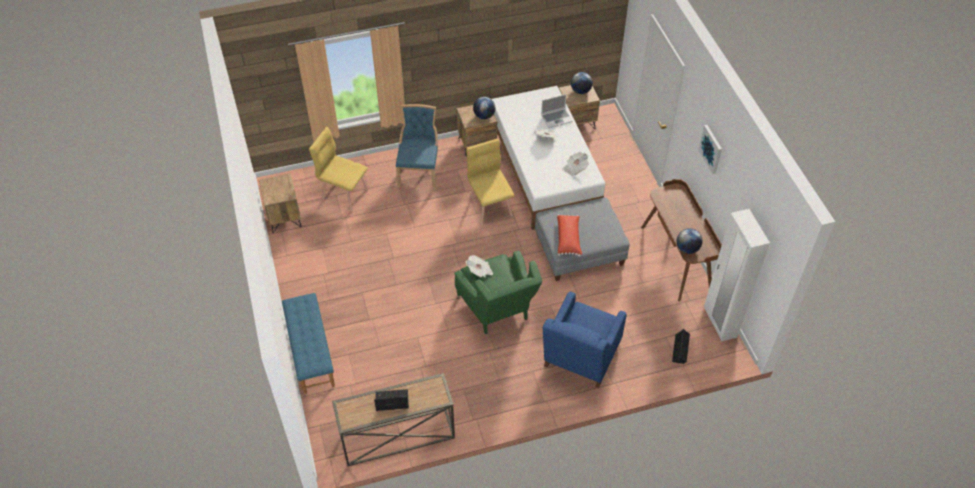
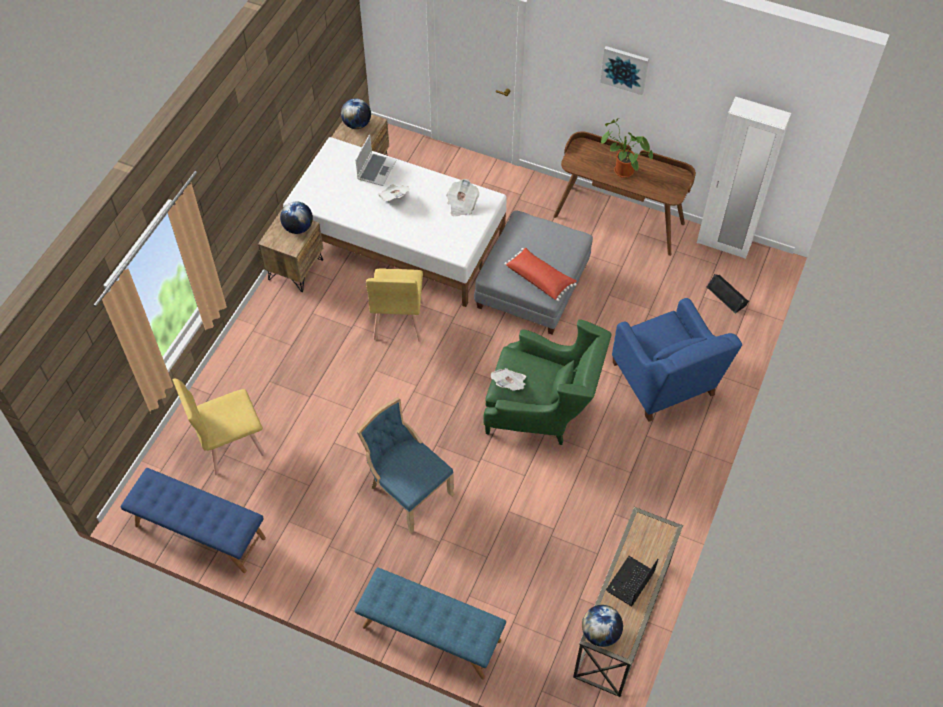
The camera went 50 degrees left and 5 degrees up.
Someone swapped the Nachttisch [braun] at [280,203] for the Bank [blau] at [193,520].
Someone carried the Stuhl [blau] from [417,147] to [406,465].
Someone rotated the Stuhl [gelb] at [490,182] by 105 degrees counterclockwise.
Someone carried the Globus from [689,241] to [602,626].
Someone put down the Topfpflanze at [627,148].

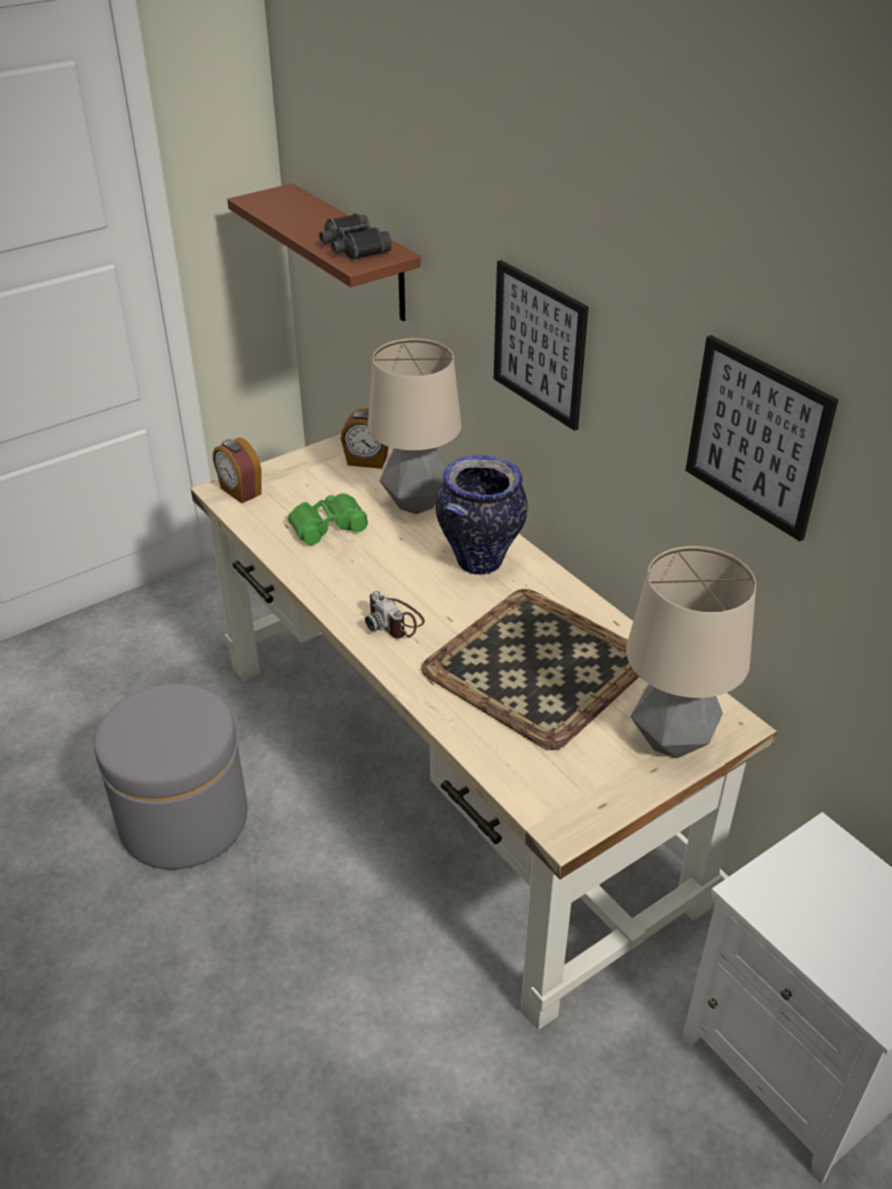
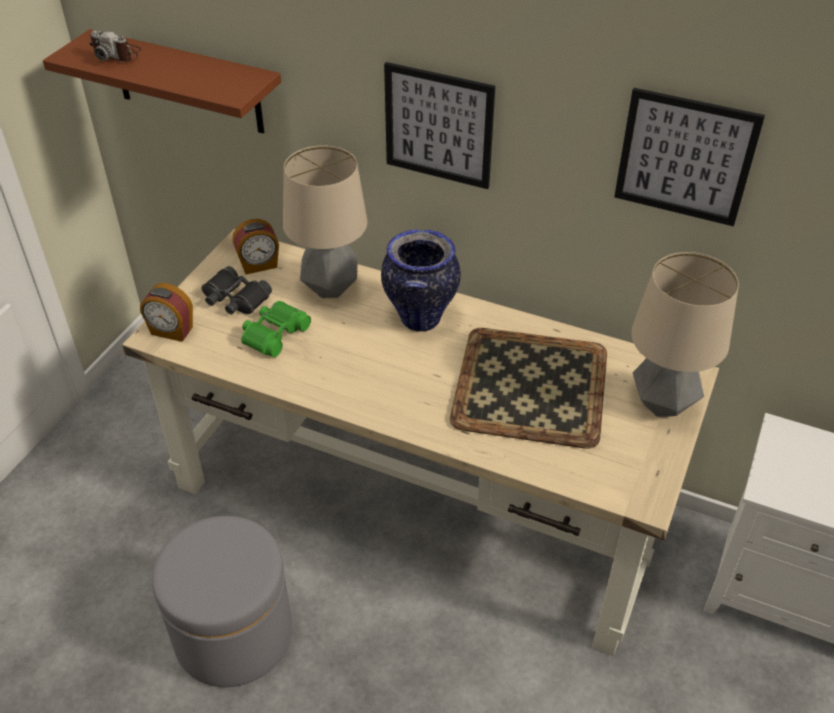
The camera went 30 degrees left and 5 degrees up.
Someone carried the Kamera from [395,614] to [116,46].
Someone carried the Fernglas [schwarz] from [355,236] to [236,290].

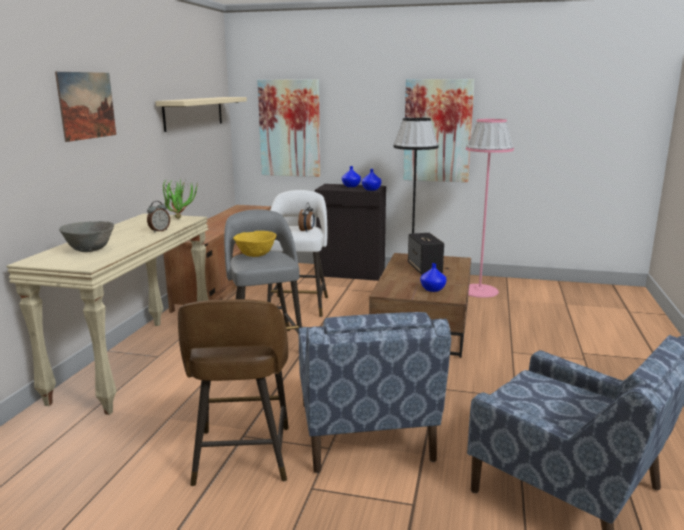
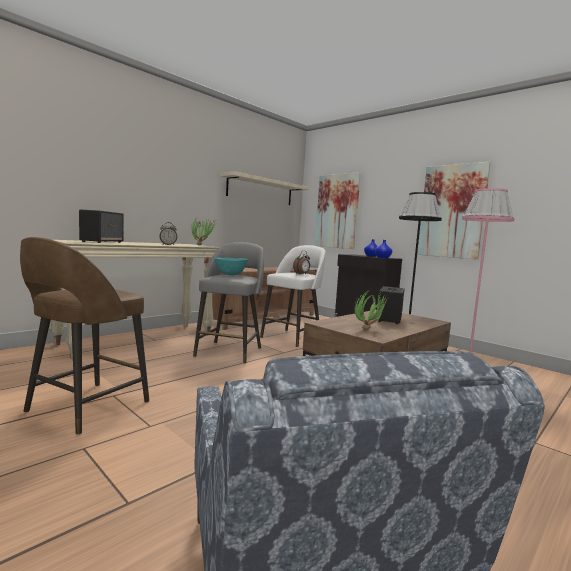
The camera went 30 degrees right and 10 degrees down.
Someone swapped the Schüssel [grau] at [86,236] for the Lautsprecher at [101,226].
Someone repainted the Schüssel [gelb] at [254,244], which became the Schüssel [türkis] at [231,266].
Someone swapped the Vase [blau] at [433,277] for the Topfpflanze at [372,310].
Someone took away the Bild at [85,107].
Someone took away the Sessel [blau] at [374,392].

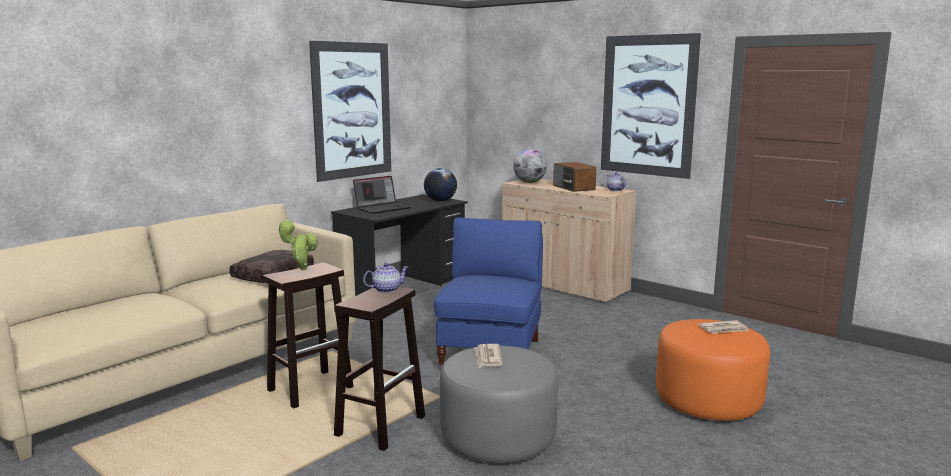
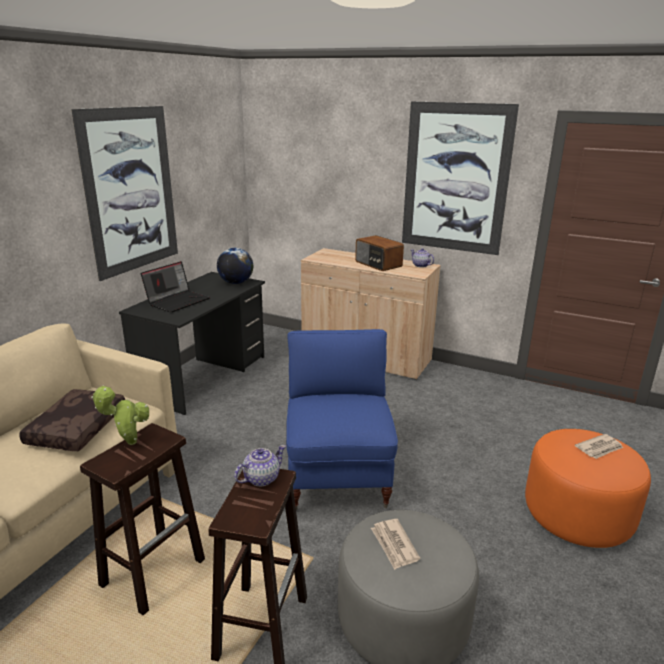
The camera went 15 degrees left and 10 degrees up.
Someone took away the Globus at [530,166].

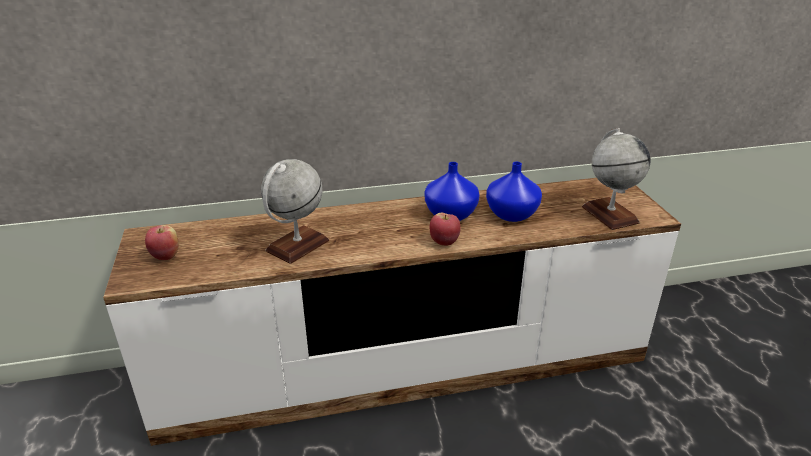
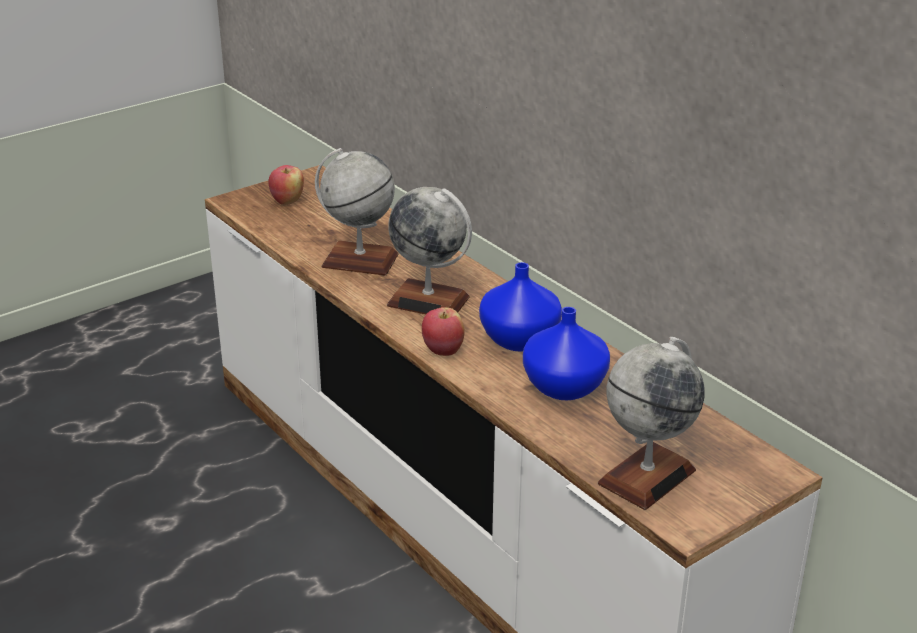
The camera went 65 degrees right and 0 degrees up.
Someone put down the Globus at [429,251].

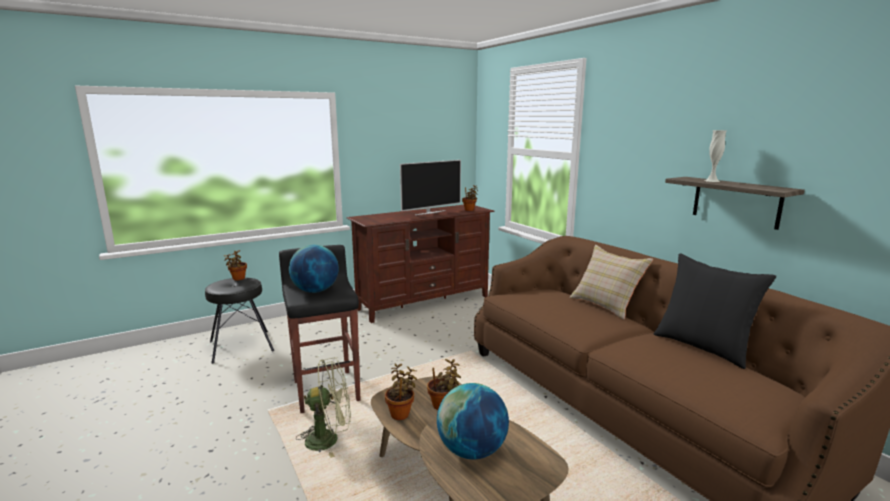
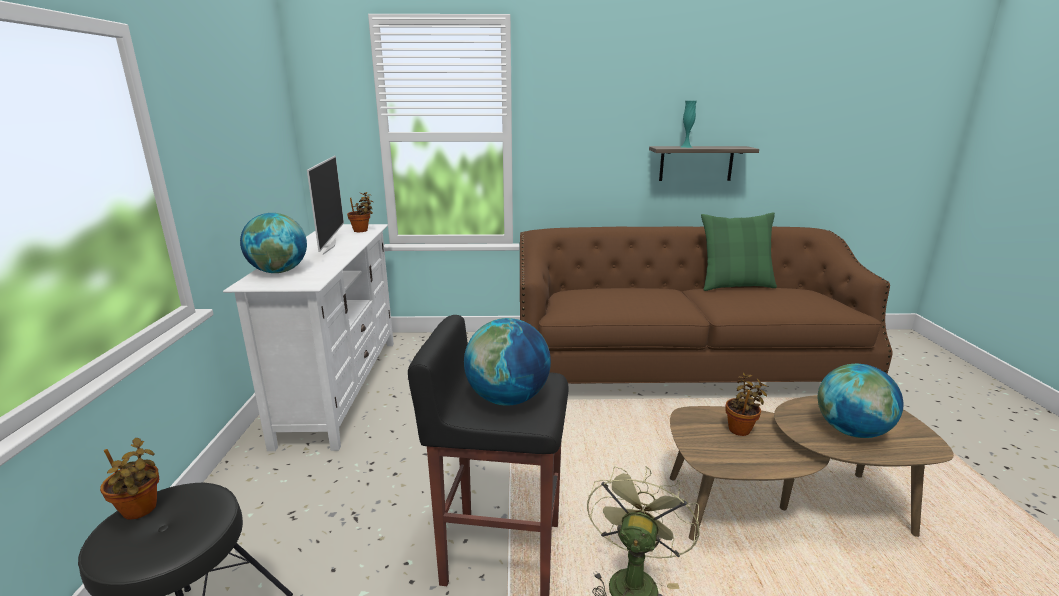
The camera went 60 degrees left and 5 degrees up.
Someone repainted the Fernsehschrank [braun] at [421,264], which became the Fernsehschrank [weiß] at [308,337].
Someone put down the Globus at [273,243].
Someone repainted the Vase [weiß] at [716,156], which became the Vase [türkis] at [689,124].
Someone repainted the Kissen [schwarz] at [715,311], which became the Kissen [grün] at [739,251].
Someone took away the Topfpflanze at [401,392].
Someone took away the Kissen [beige] at [611,282].

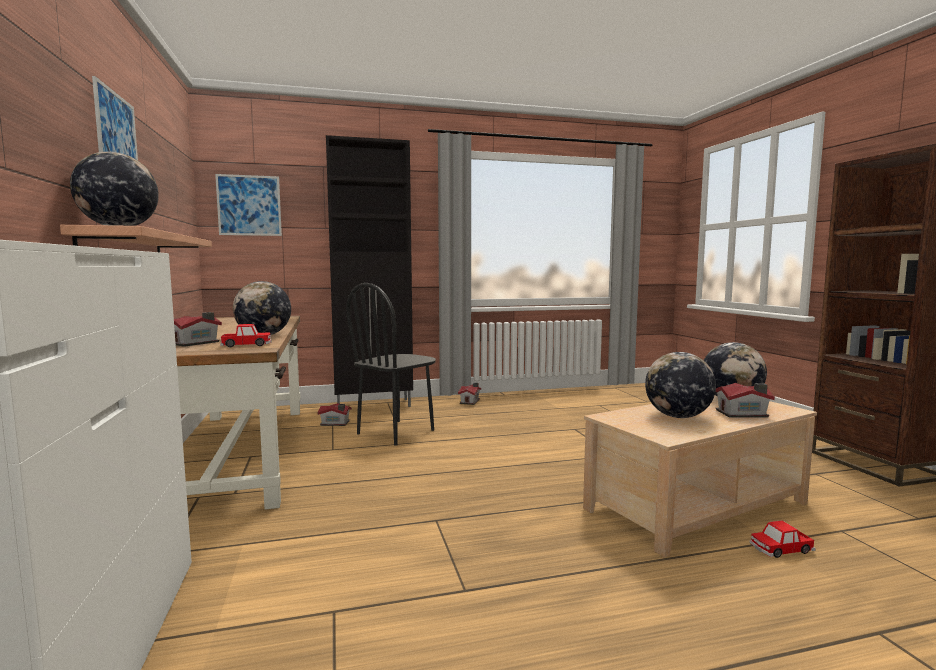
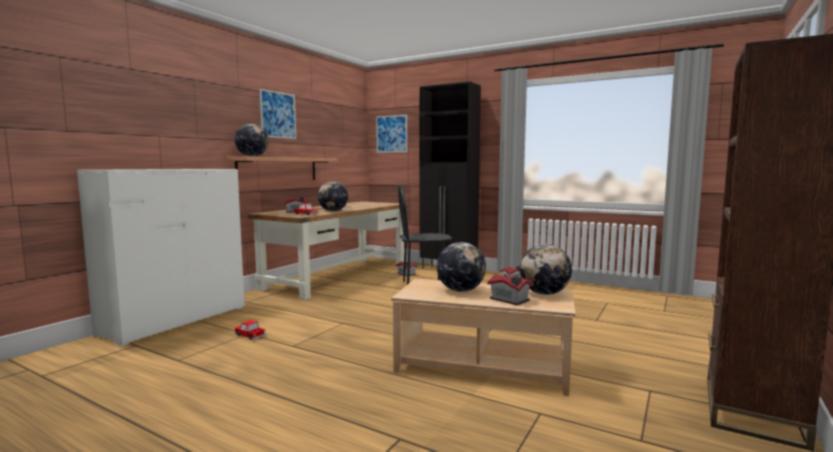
The camera went 45 degrees right and 0 degrees up.
Someone carried the Spielzeugauto from [783,539] to [250,330].

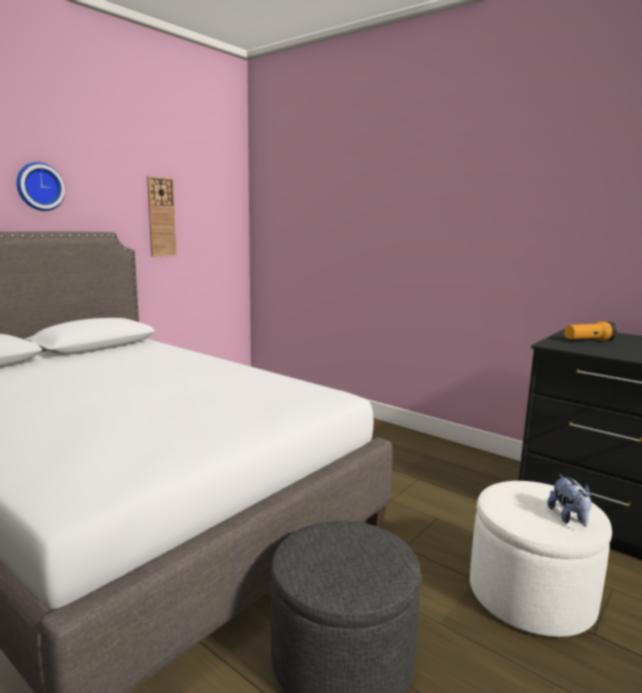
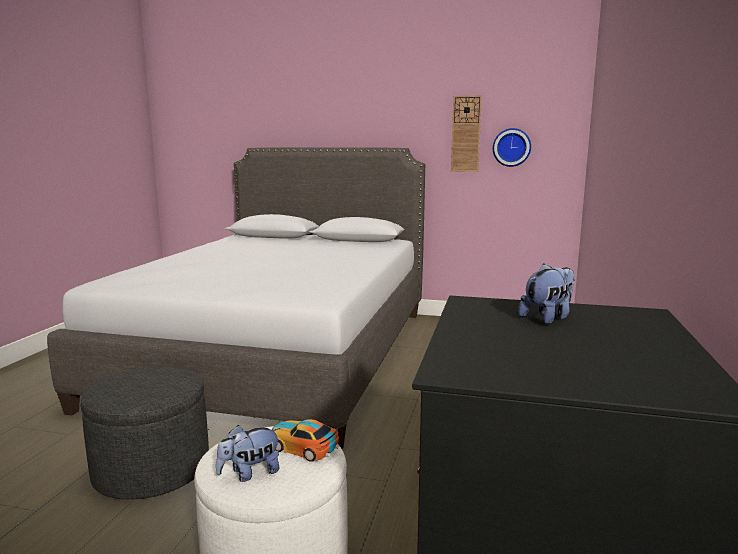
The camera went 65 degrees right and 0 degrees up.
Someone put down the Spielzeugauto at [305,440].
Someone carried the Wanduhr from [41,186] to [512,147].
Someone swapped the Taschenlampe at [590,331] for the Plüschtier at [546,293].

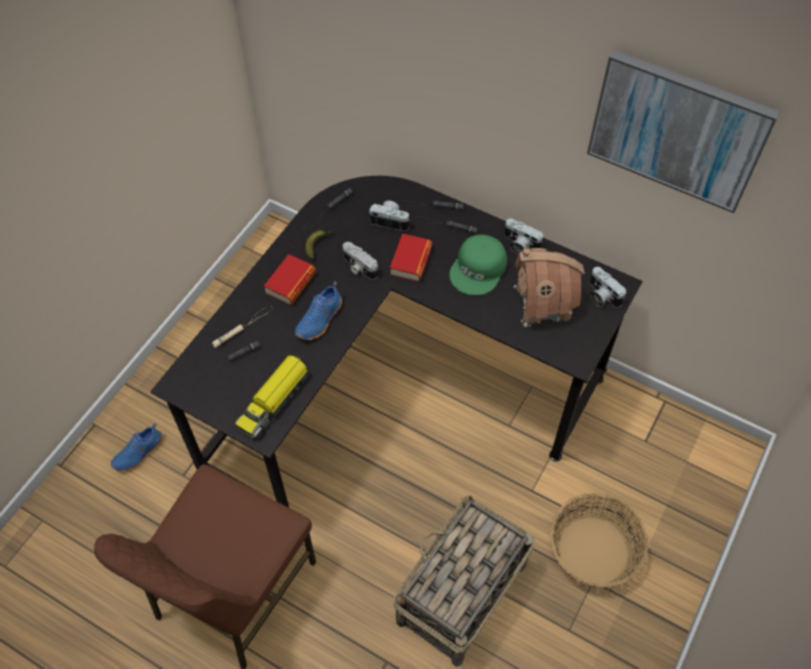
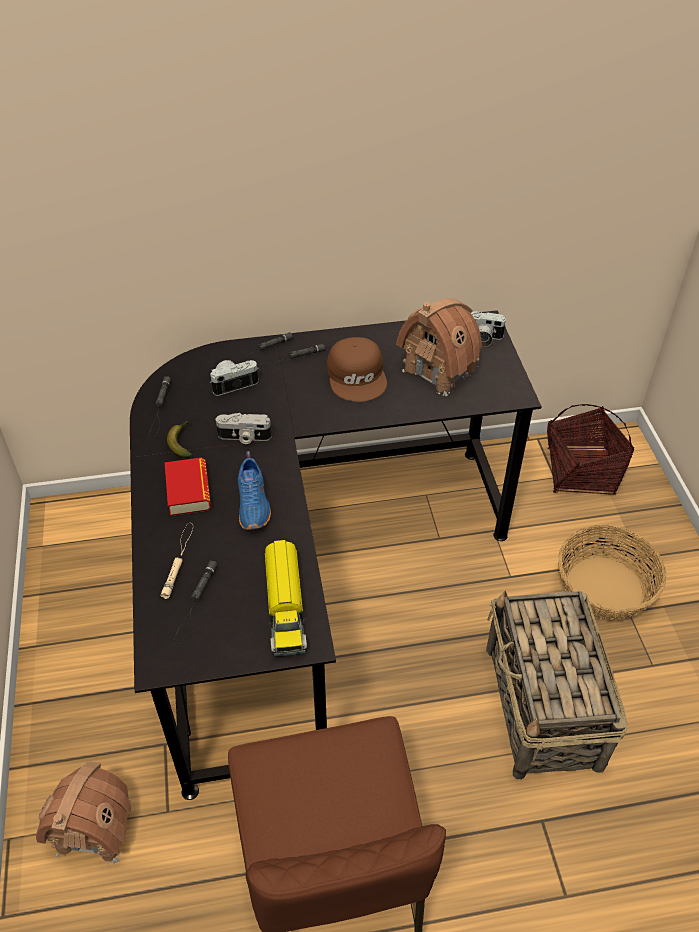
The camera went 40 degrees left and 10 degrees down.
Someone swapped the Schuh [blau] at [137,447] for the Spielzeughaus at [84,813].
Someone repainted the Kappe [grün] at [478,265], which became the Kappe [braun] at [357,369].
Someone put down the Korb at [590,449].
Someone took away the Buch at [411,257].
Someone took away the Kamera at [523,236].
Someone took away the Bild at [683,131].

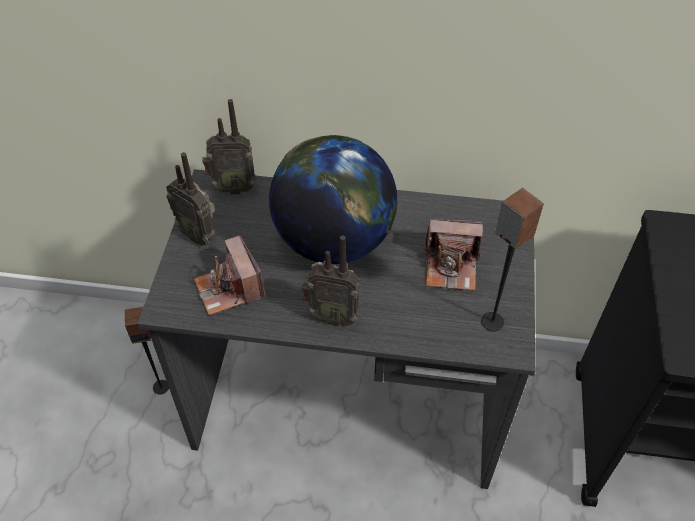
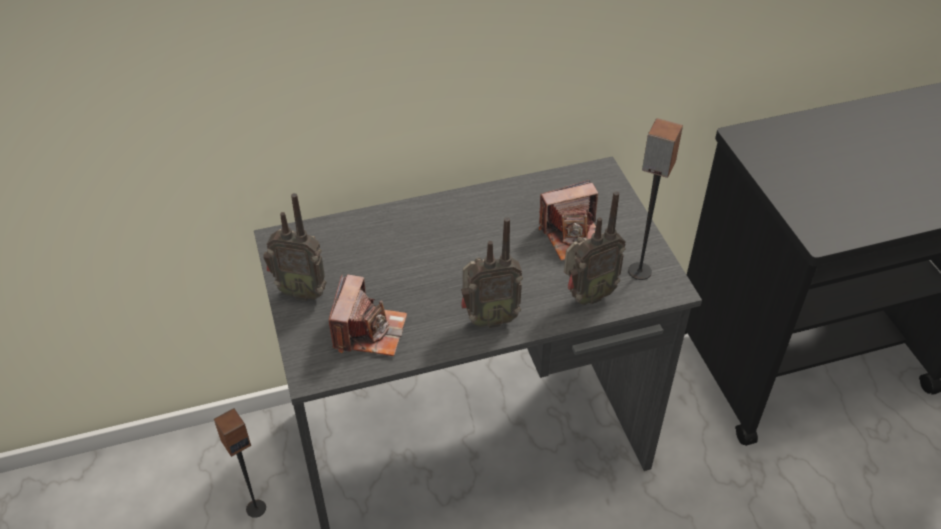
The camera went 25 degrees left and 5 degrees down.
Someone rotated the Kamera at [230,275] by 120 degrees counterclockwise.
Someone carried the Radio from [229,147] to [595,248].
Someone took away the Globus at [333,199].

